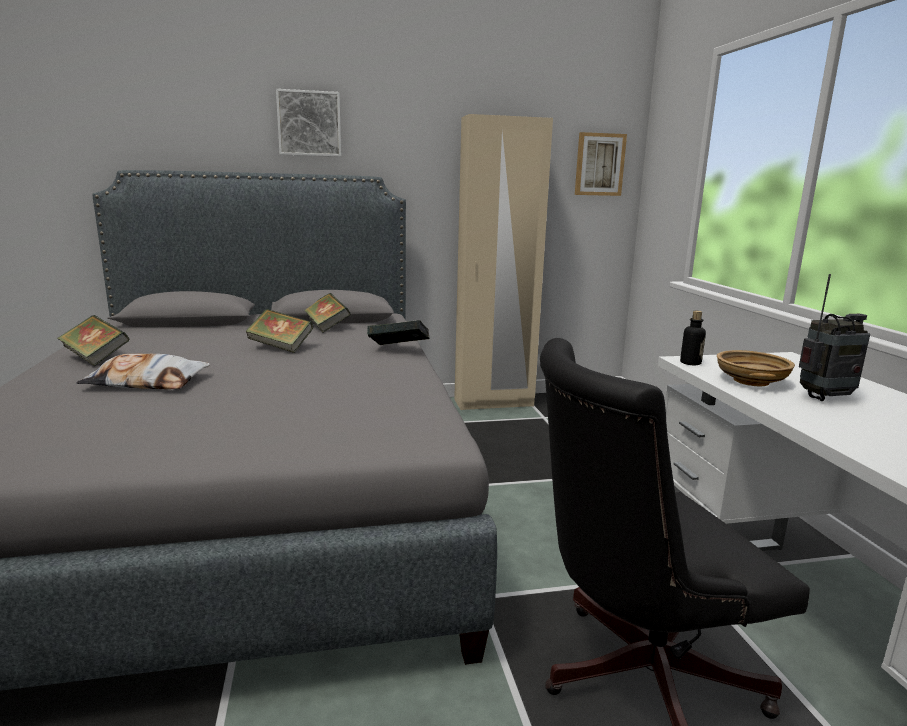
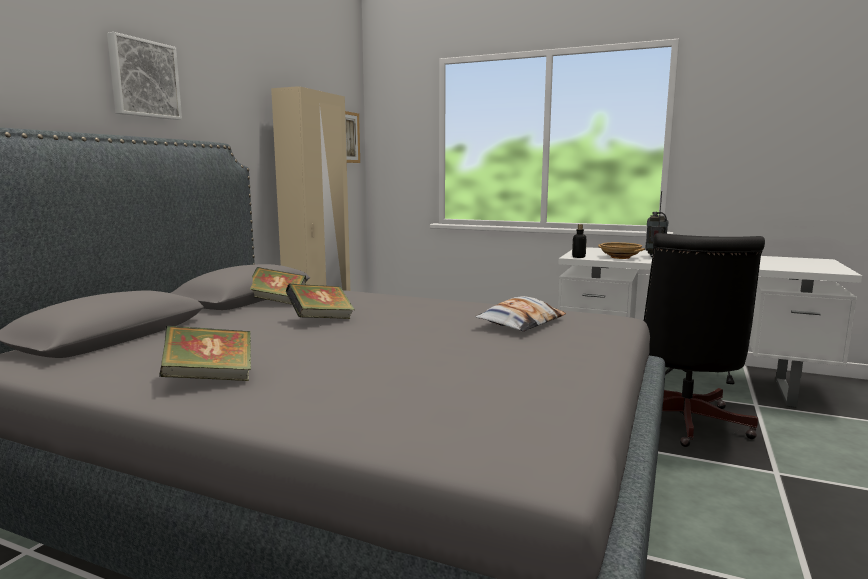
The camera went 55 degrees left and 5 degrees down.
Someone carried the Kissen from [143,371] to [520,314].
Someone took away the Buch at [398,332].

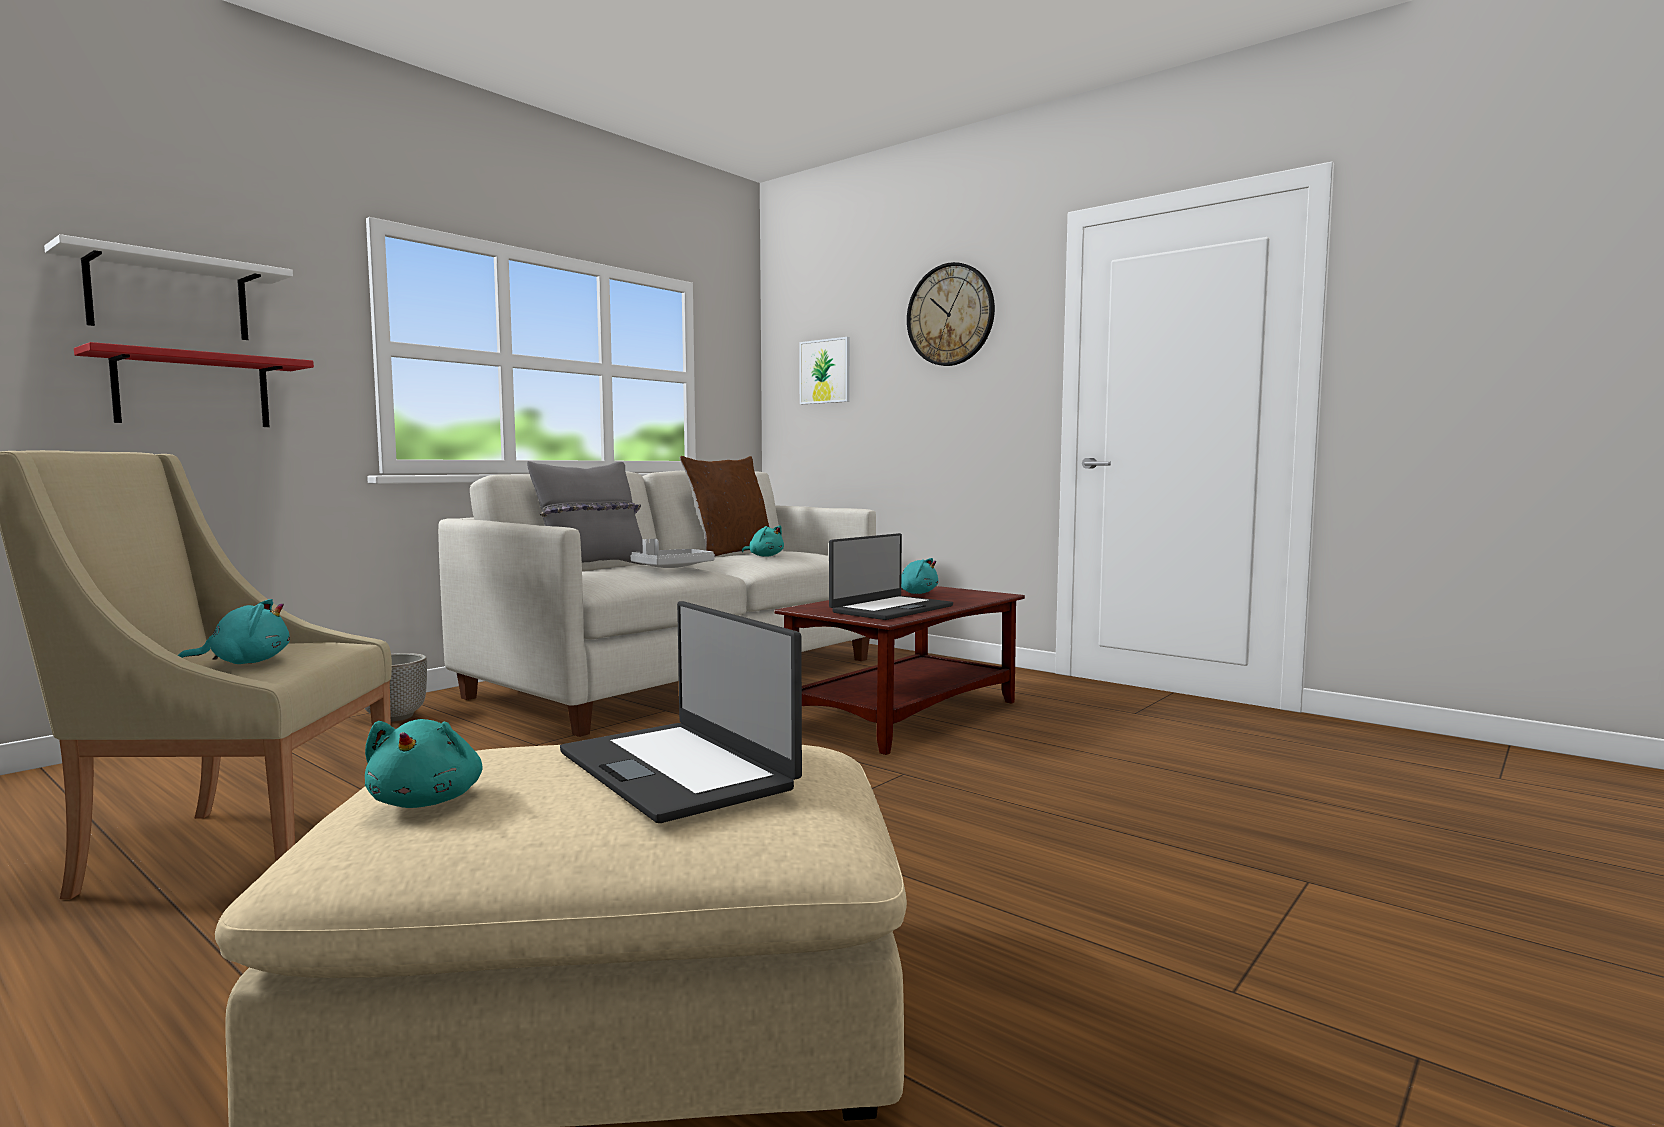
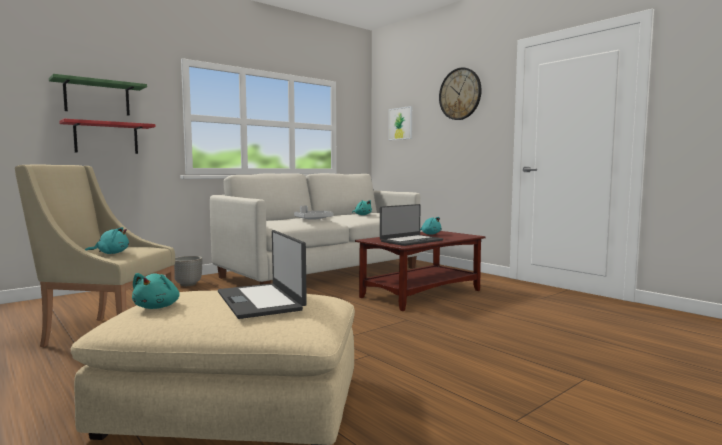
The camera went 10 degrees right and 0 degrees up.
Someone repainted the Wandregal [weiß] at [168,287], which became the Wandregal [grün] at [98,95].
Someone took away the Kissen [grau] at [586,513].
Someone took away the Kissen [braun] at [724,506].

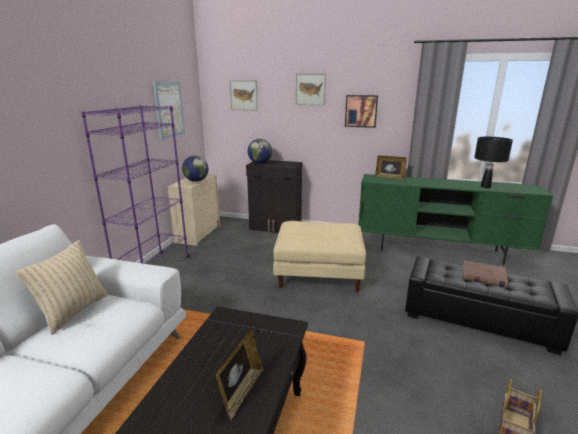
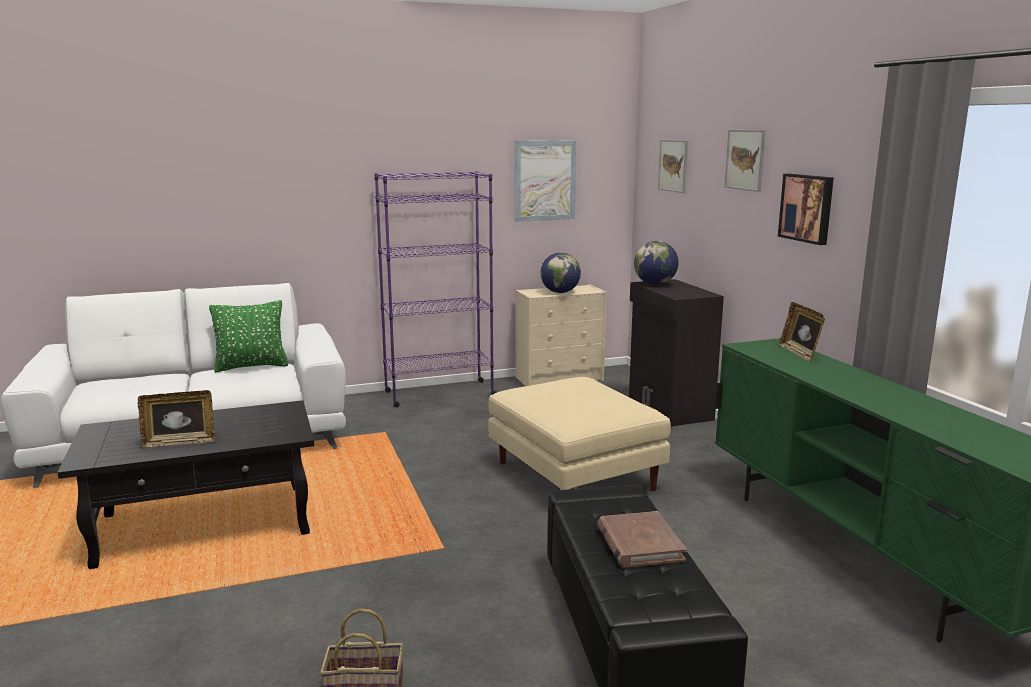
The camera went 55 degrees right and 5 degrees down.
Someone repainted the Kissen [beige] at [62,287], which became the Kissen [grün] at [248,336].
Someone took away the Tischlampe [schwarz] at [493,162].

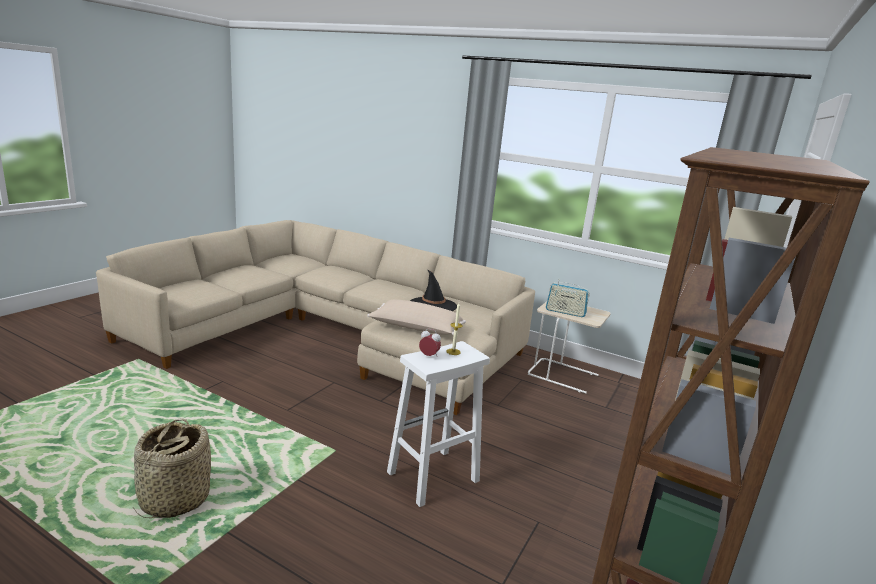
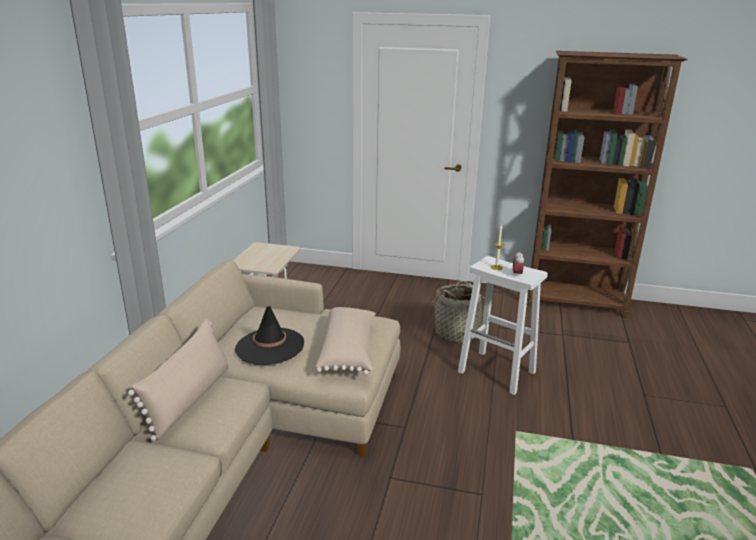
The camera went 105 degrees left and 5 degrees up.
Someone put down the Kissen [beige] at [178,380].
Someone carried the Korb from [172,468] to [456,312].
Someone took away the Radio at [568,298].

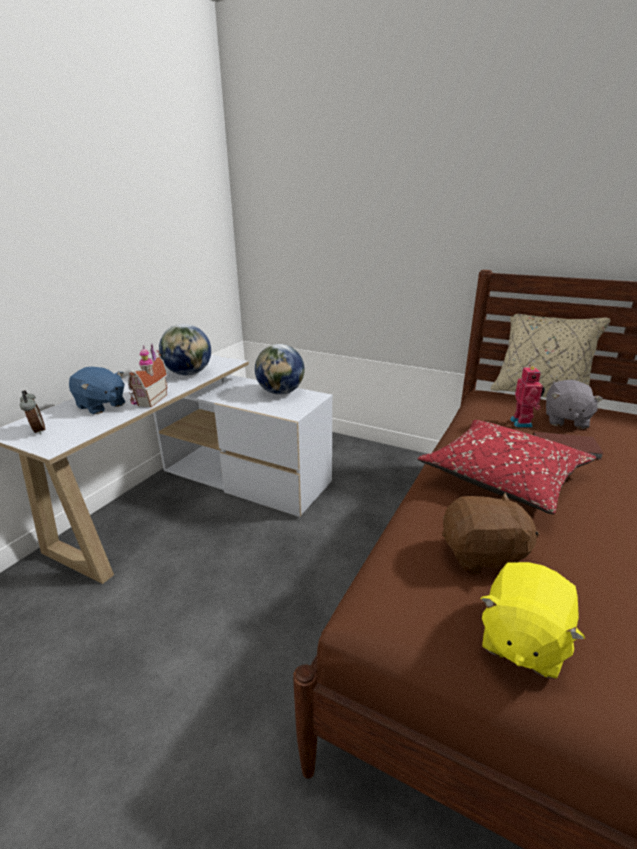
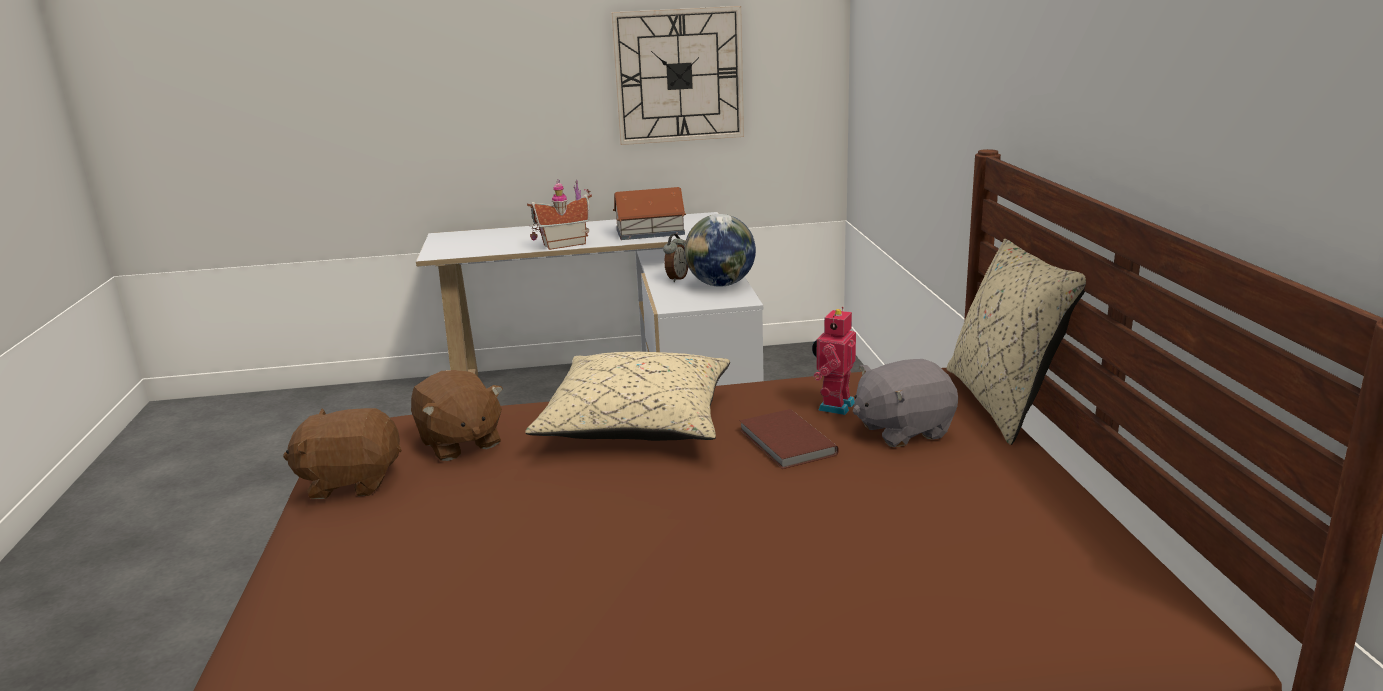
The camera went 55 degrees right and 5 degrees down.
Someone repainted the Plüschtier [gelb] at [532,620], which became the Plüschtier [braun] at [342,453].
Someone repainted the Kissen [rot] at [506,467], which became the Kissen [beige] at [627,396].
Someone put up the Wanduhr at [677,75].
Someone swapped the Globus at [185,349] for the Spielzeughaus at [649,213].
Someone carried the Wecker from [32,412] to [675,258].
Someone rotated the Spielzeugroboter at [527,396] by 150 degrees clockwise.
Someone took away the Plüschtier [blau] at [97,390].

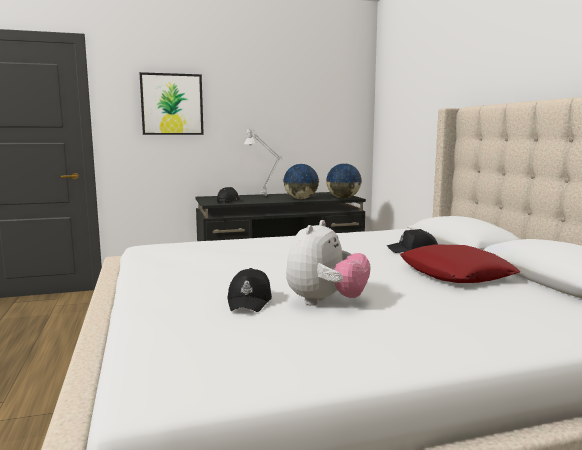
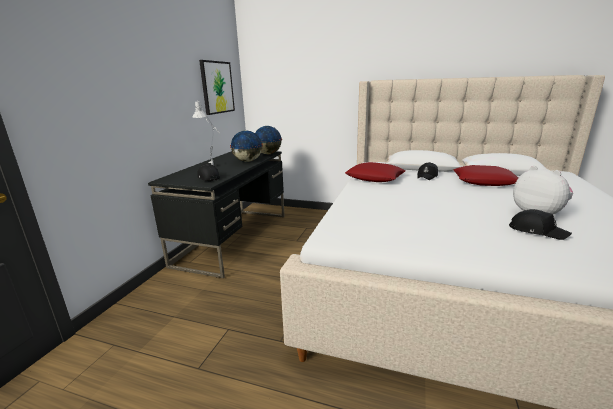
The camera went 55 degrees left and 10 degrees up.
Someone carried the Bild from [171,103] to [217,87].
Someone put down the Kissen [rot] at [375,172].

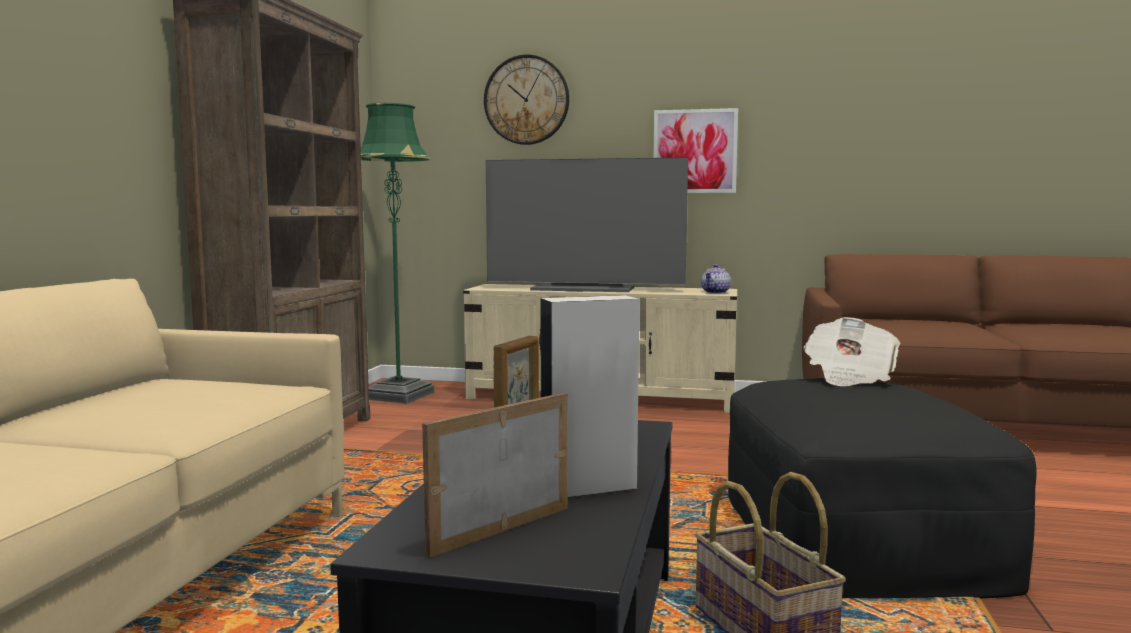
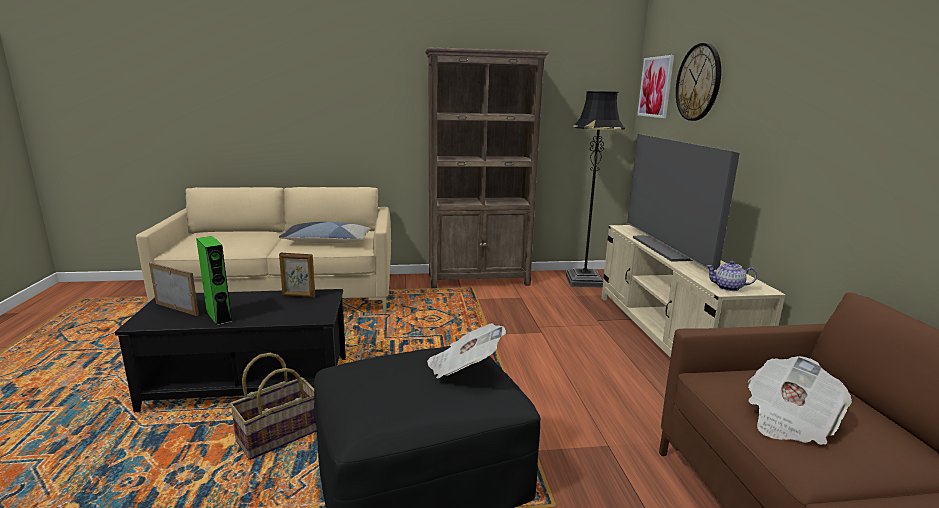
The camera went 70 degrees right and 10 degrees up.
Someone repainted the Lautsprecher [grau] at [589,397], which became the Lautsprecher [grün] at [214,280].
Someone put down the Kissen at [325,232].
Someone repainted the Stehlampe [grün] at [397,253], which became the Stehlampe [schwarz] at [595,189].
Someone carried the Bild from [695,150] to [655,86].
Someone put down the Zeitung at [799,400].

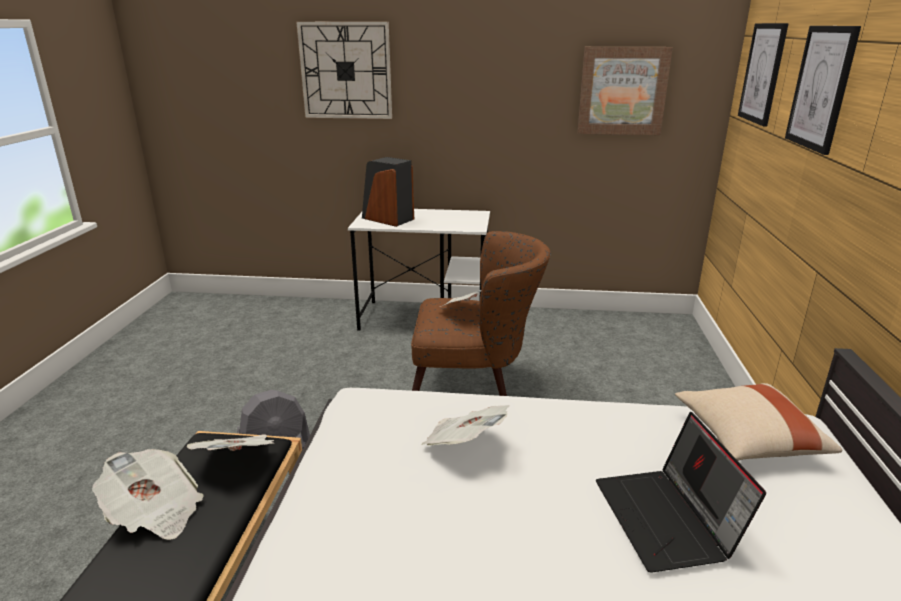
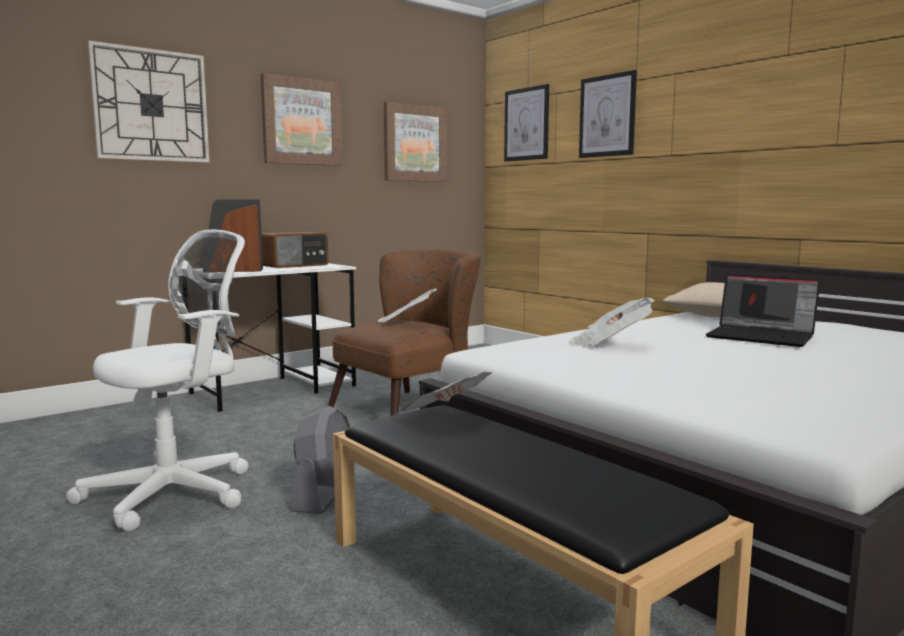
The camera went 45 degrees left and 15 degrees down.
Someone put down the Bürostuhl [weiß] at [157,380].
Someone put up the Bild at [301,119].
Someone put down the Radio at [294,250].
Someone took away the Zeitung at [148,494].

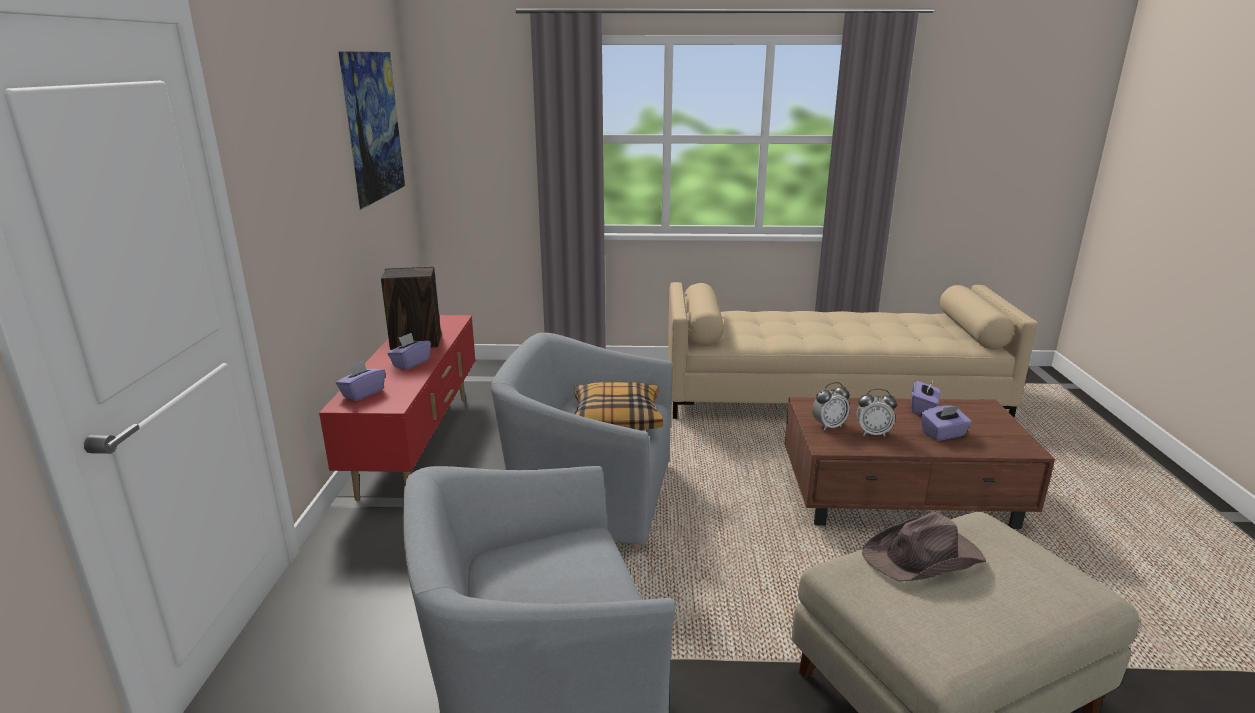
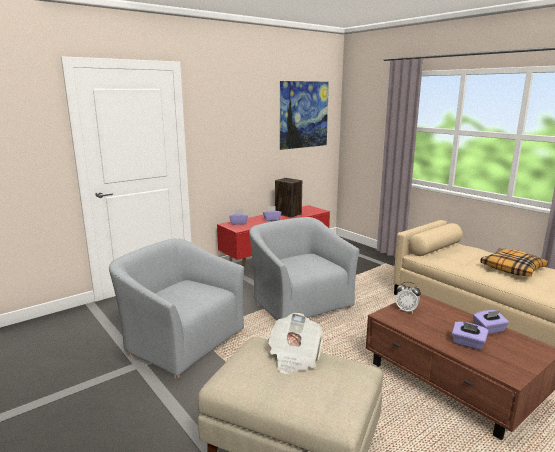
The camera went 50 degrees right and 5 degrees down.
Someone swapped the Hut [braun] at [924,547] for the Zeitung at [296,343].
Someone carried the Kissen from [618,406] to [514,263].
Someone took away the Wecker at [877,413].

